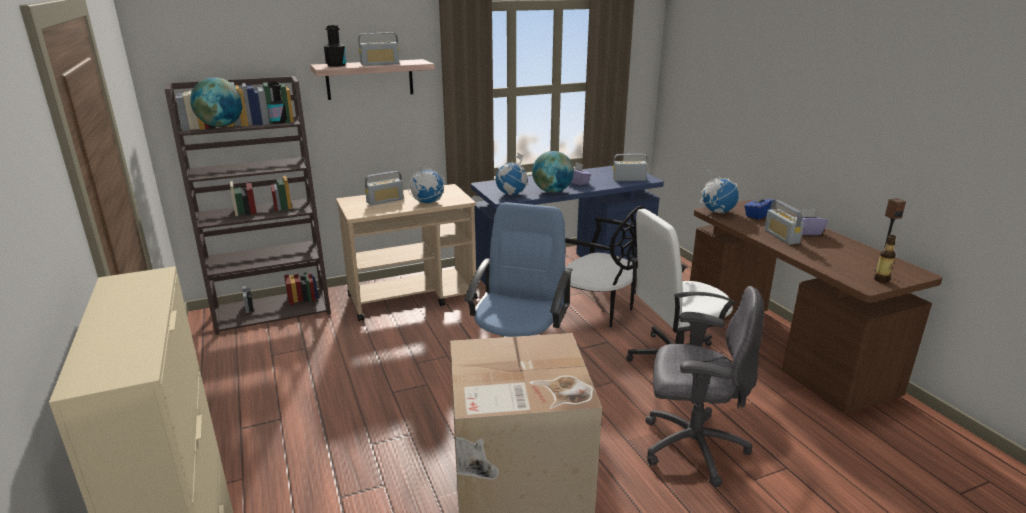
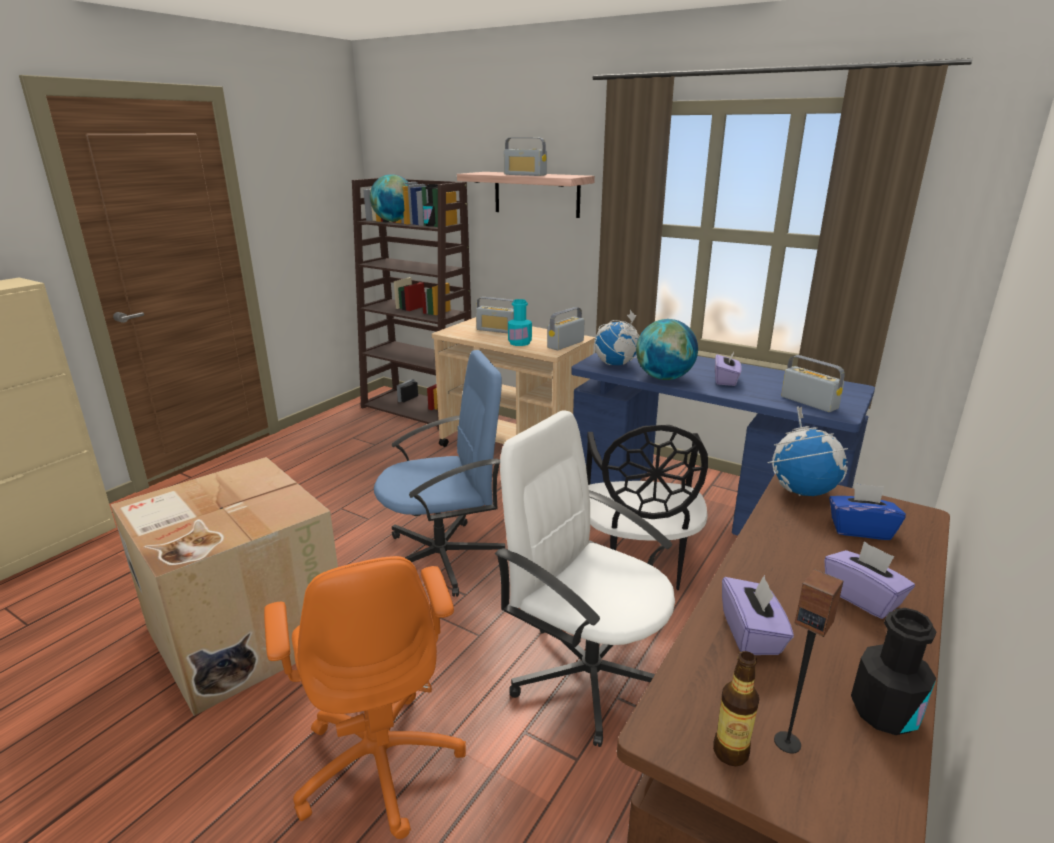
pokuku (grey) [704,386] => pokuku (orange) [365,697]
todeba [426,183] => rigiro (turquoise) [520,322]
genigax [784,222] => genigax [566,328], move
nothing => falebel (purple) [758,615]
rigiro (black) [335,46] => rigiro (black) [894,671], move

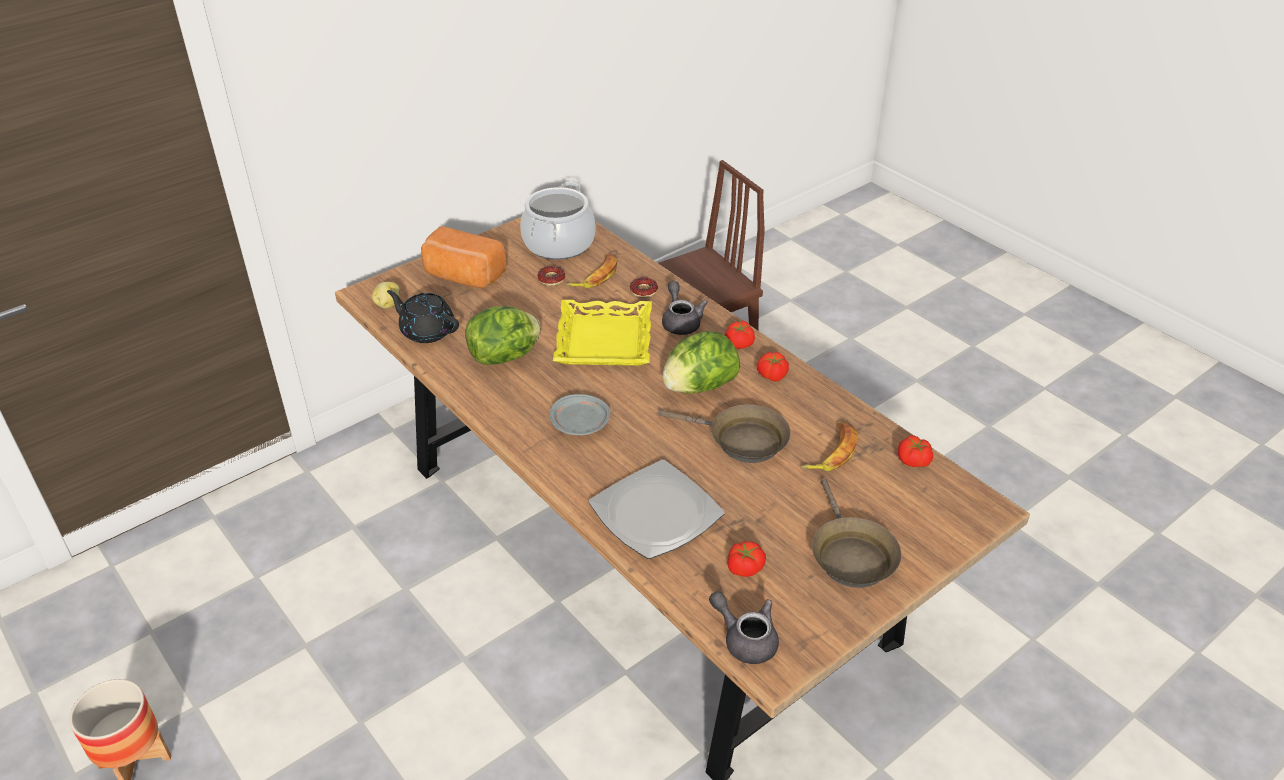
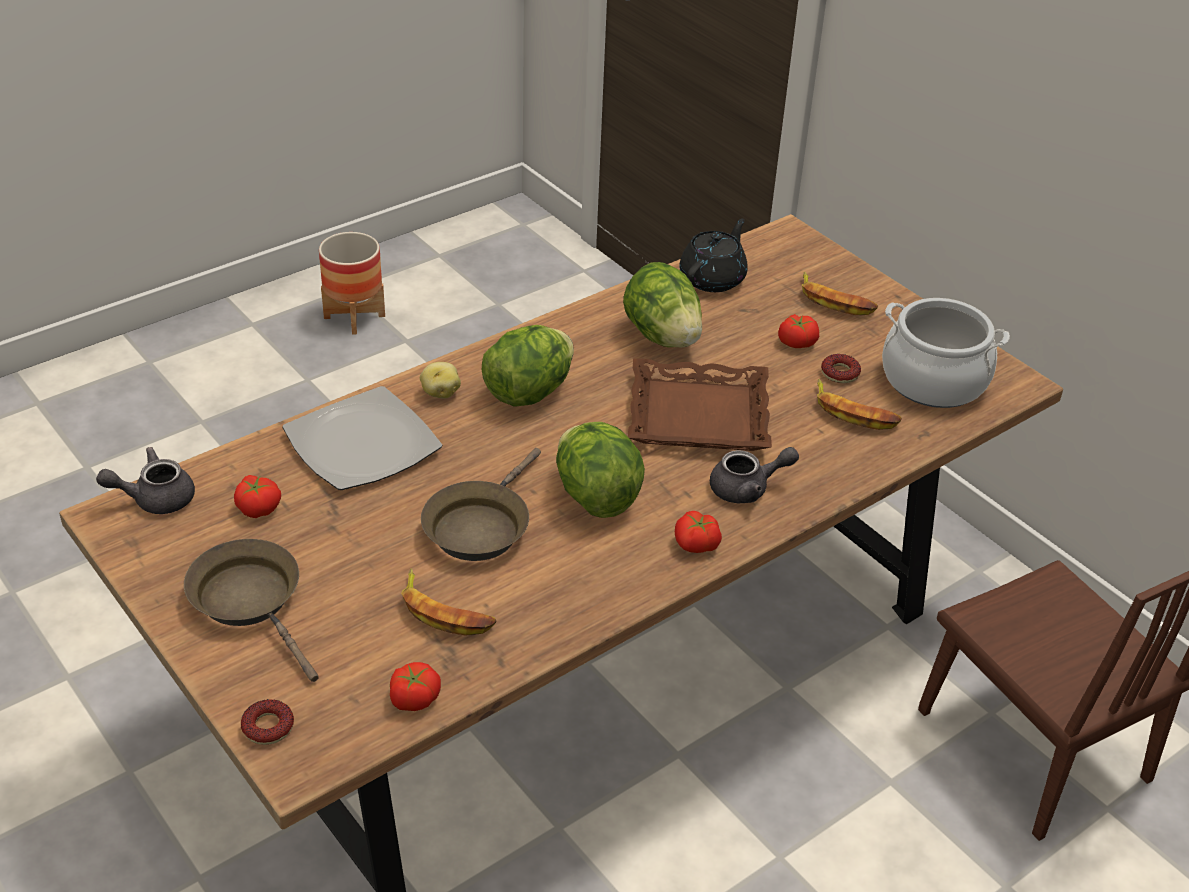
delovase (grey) [744,627] => delovase (grey) [145,480], 150 degrees counterclockwise
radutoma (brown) [857,533] => radutoma (brown) [251,610], 60 degrees clockwise
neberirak [644,287] => neberirak [267,722], move
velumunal [386,295] => velumunal [440,380], move
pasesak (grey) [580,414] => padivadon [528,366]
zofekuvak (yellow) [602,333] => zofekuvak (brown) [700,404]
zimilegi [773,367] => zimilegi [798,331], move
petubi [463,257] => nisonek [840,293]

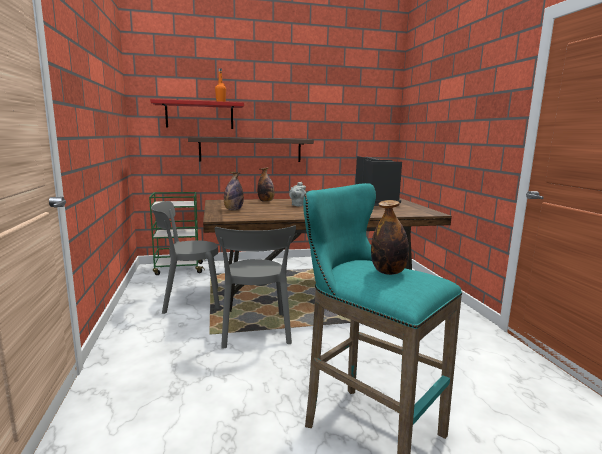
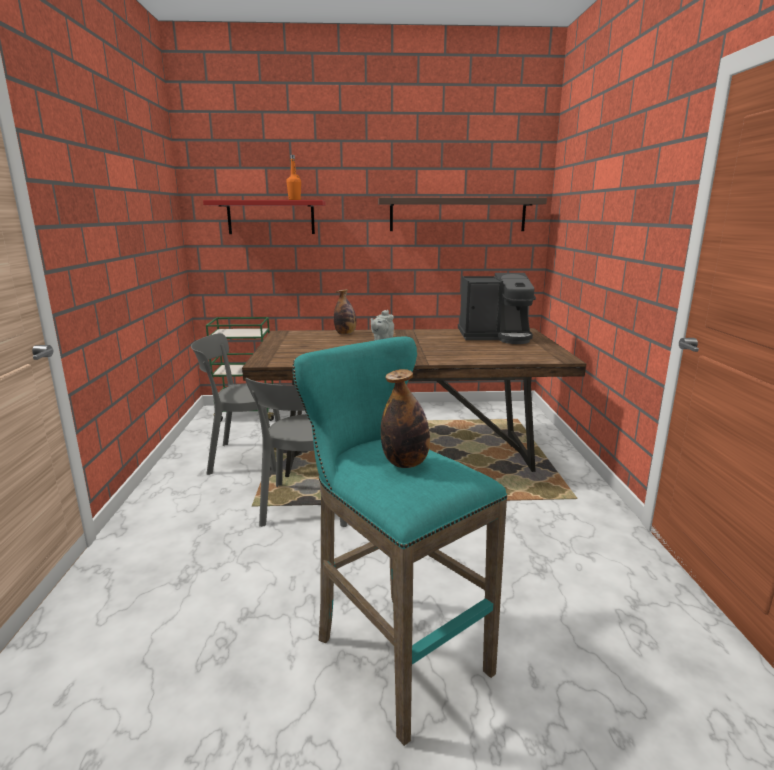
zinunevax [251,149] => zinunevax [462,214], move
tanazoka [378,181] => tanazoka [497,308], 90 degrees clockwise
rigiro [234,191] => nothing

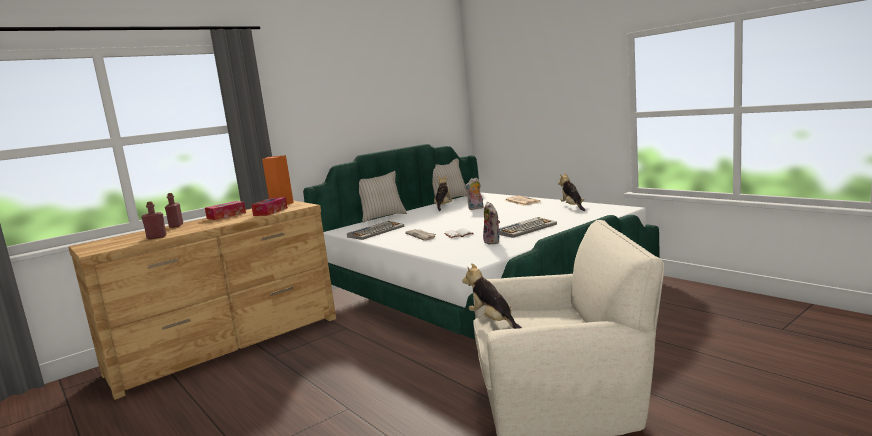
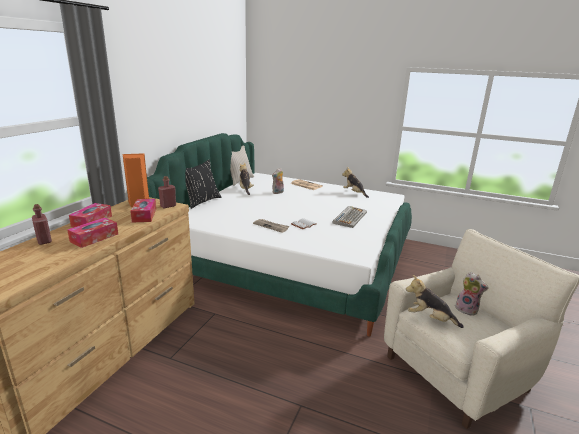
nothing => falebel [92,232]
rigiro (red) [154,220] => rigiro (red) [167,192], move
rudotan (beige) [383,196] => rudotan (black) [203,184]
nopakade [491,223] => nopakade [472,294], move
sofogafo [375,230] => nothing

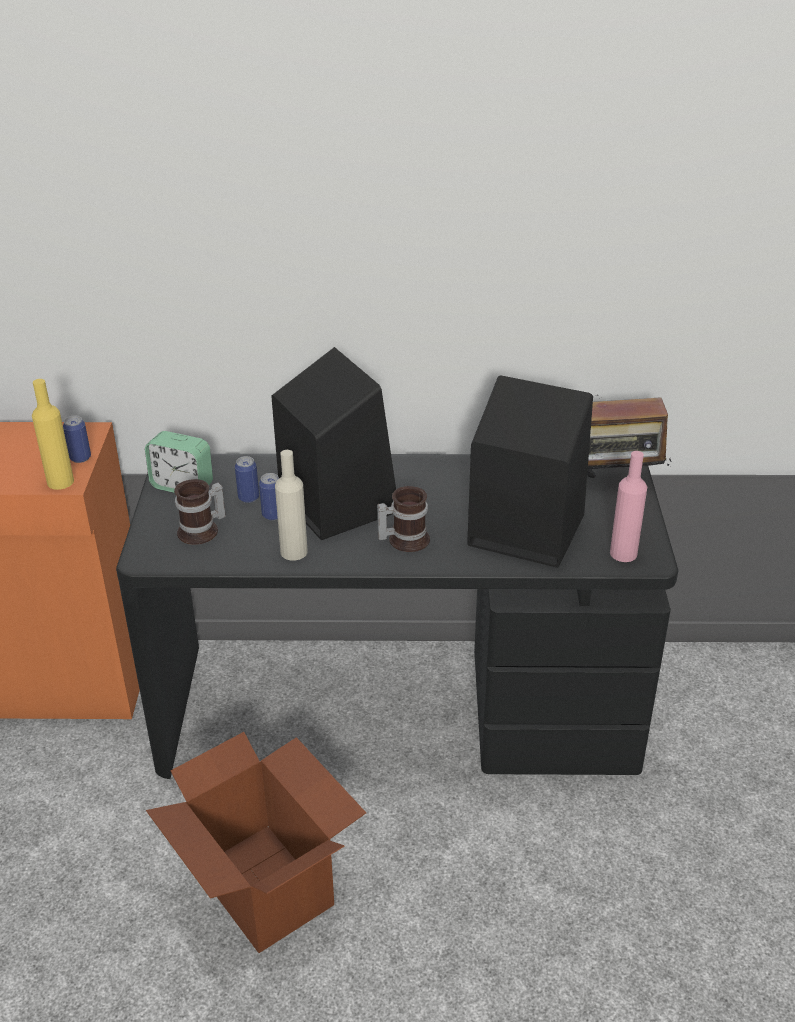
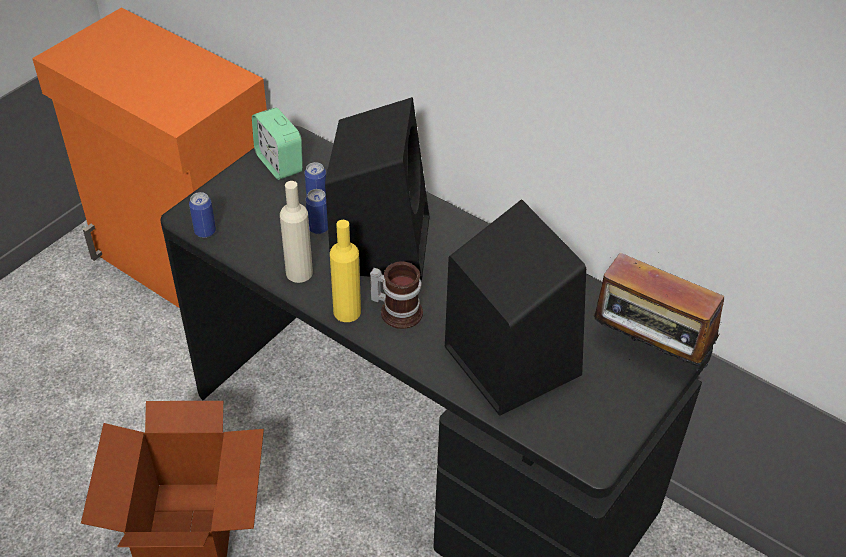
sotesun [77,439] => sotesun [202,215], move
rigiro (yellow) [53,434] => rigiro (yellow) [345,271], move
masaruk [200,512] => nothing
rigiro (pink) [628,506] => nothing

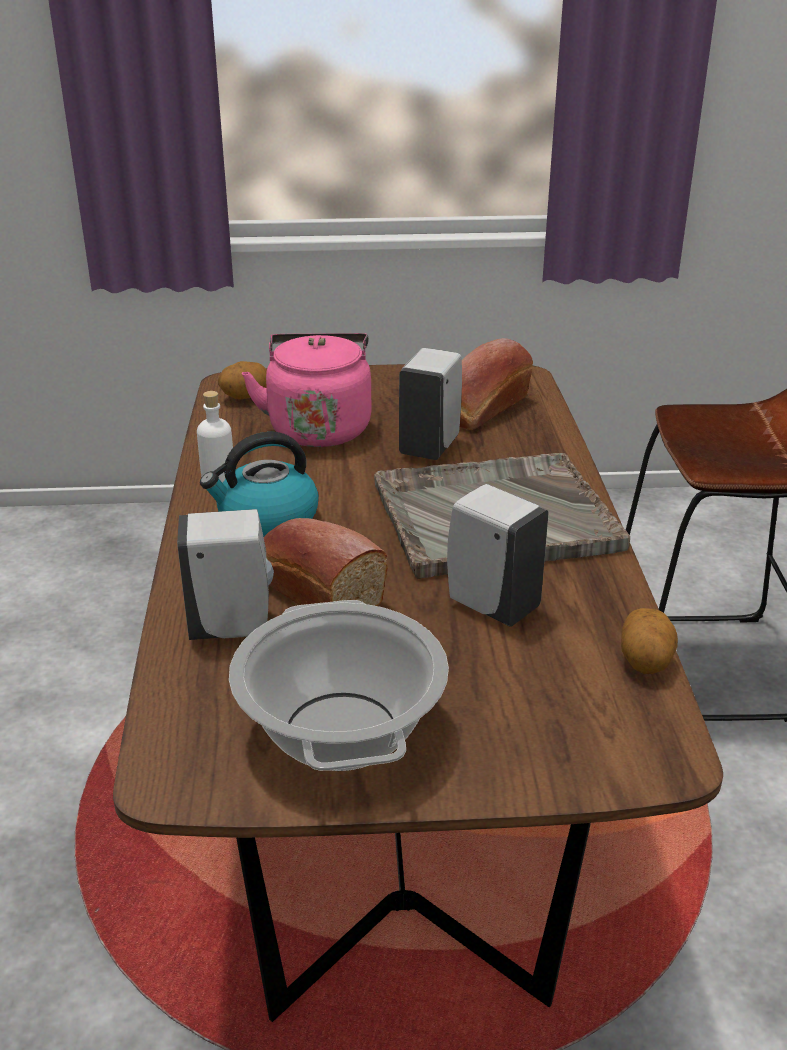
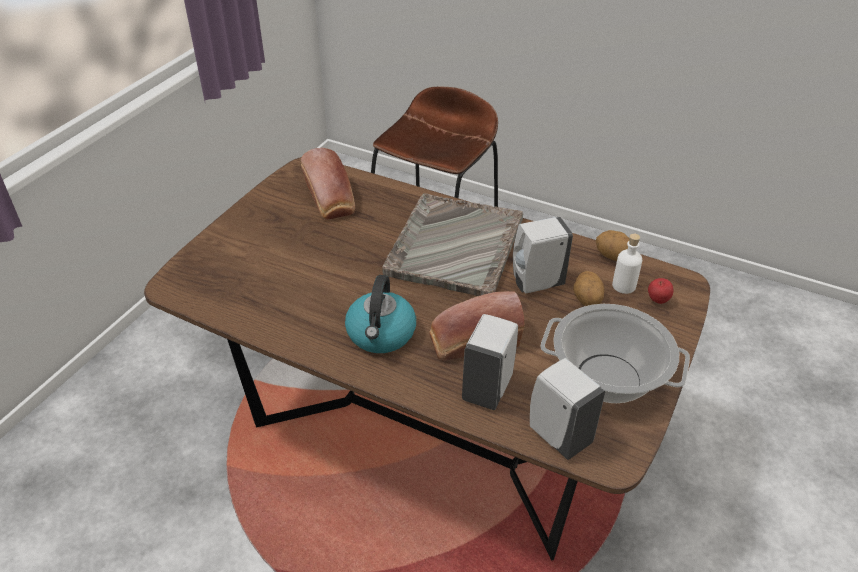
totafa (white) [430,404] => totafa (white) [567,409], move
velumunal [242,380] => velumunal [589,288], move
rigiro (white) [215,437] => rigiro (white) [627,263], move
nothing => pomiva [660,291]
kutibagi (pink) [306,390] => nothing

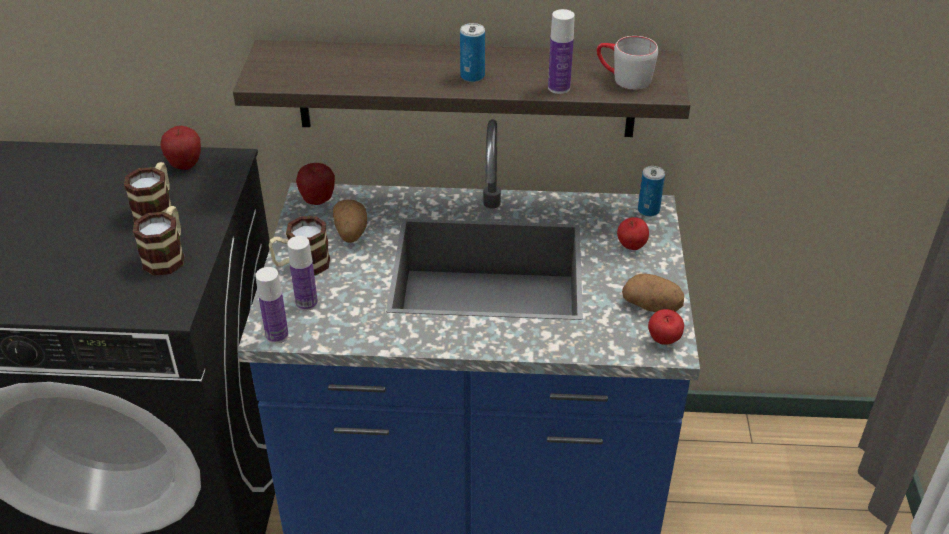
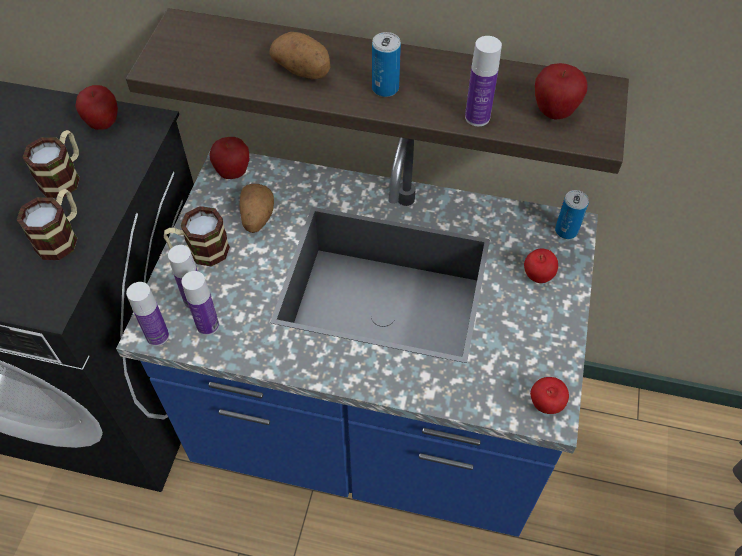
nothing => rigiro [200,303]
velumunal [653,293] => velumunal [299,55], move
masaruk (grey) [627,63] => pomiva [561,91]

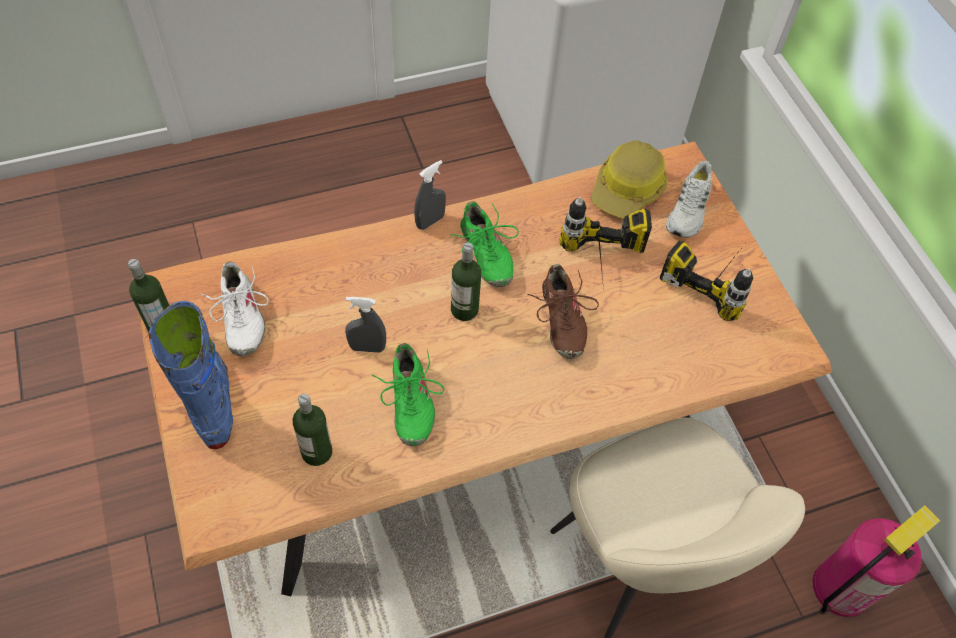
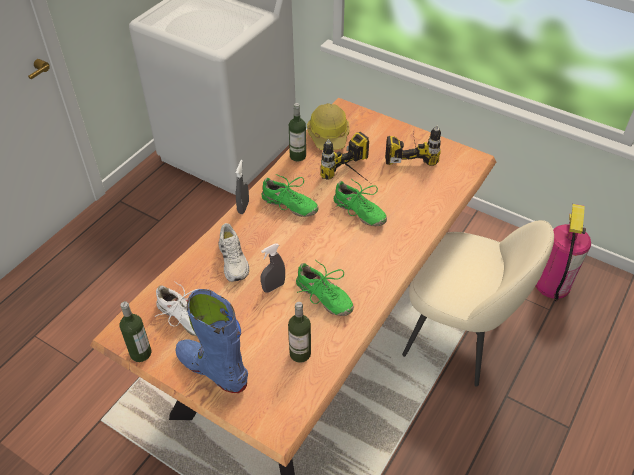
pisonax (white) [689,199] => pisonax (white) [233,252], move
rigiro [466,281] => rigiro [297,132], move
pisonax (brown) [563,311] => pisonax (green) [360,202]

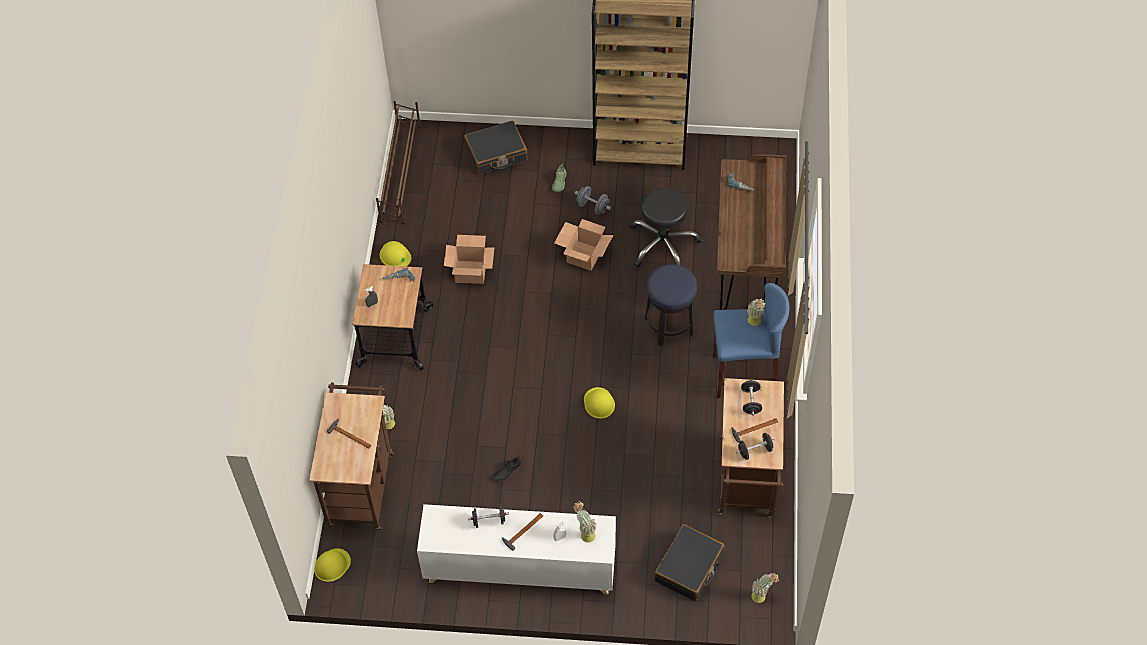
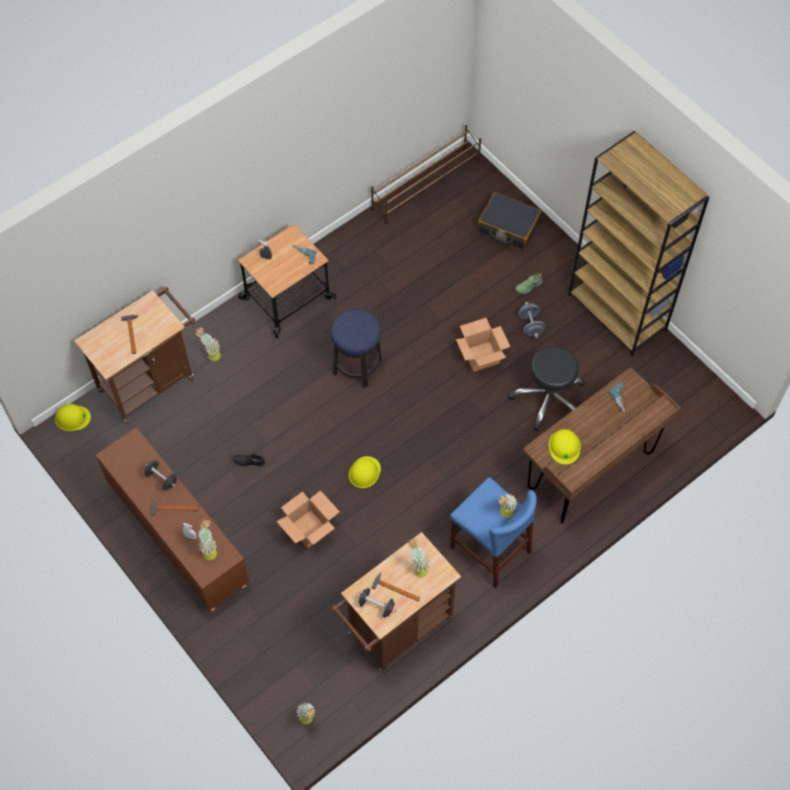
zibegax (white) [516,549] => zibegax (brown) [172,519]
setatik [469,259] => setatik [308,519], move
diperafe [671,305] => diperafe [356,348], move
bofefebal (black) [751,397] => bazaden [419,558]
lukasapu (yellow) [395,254] => lukasapu (yellow) [565,447], move
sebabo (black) [689,562] => nothing

